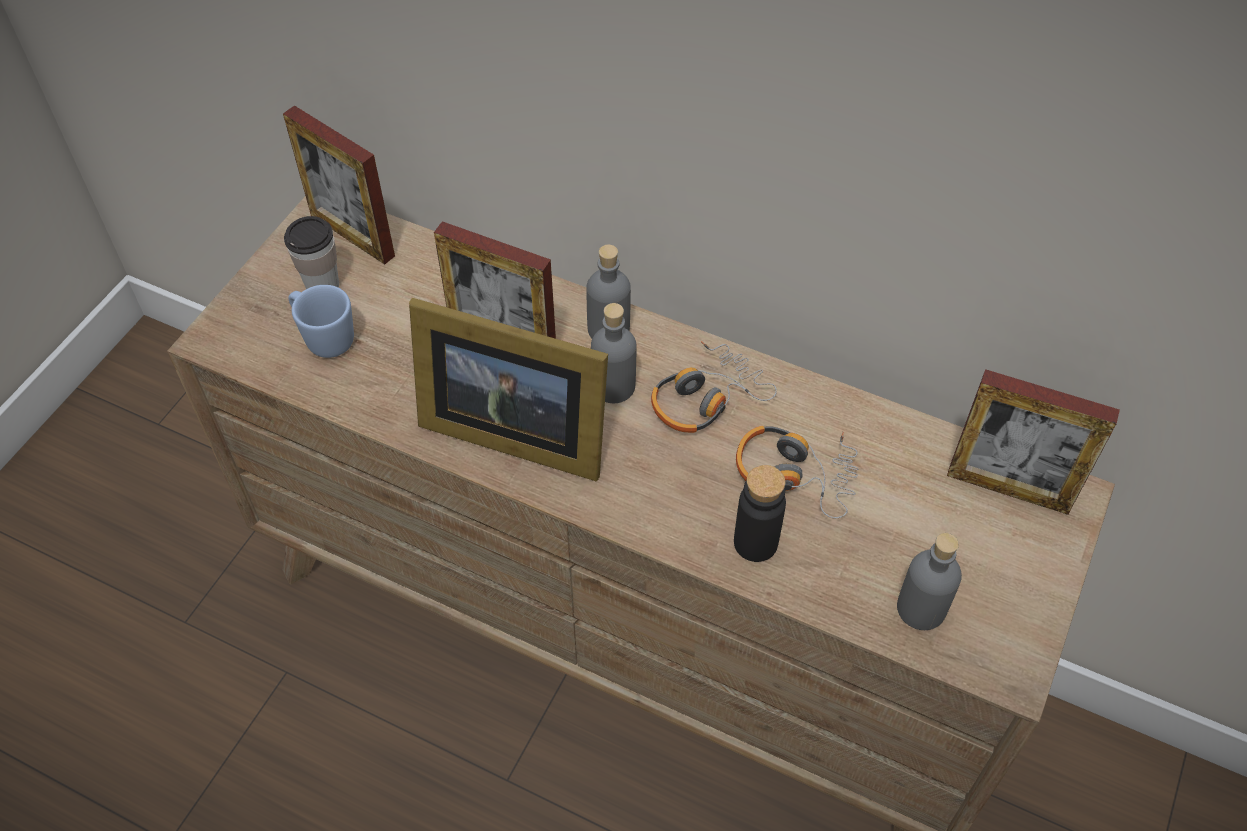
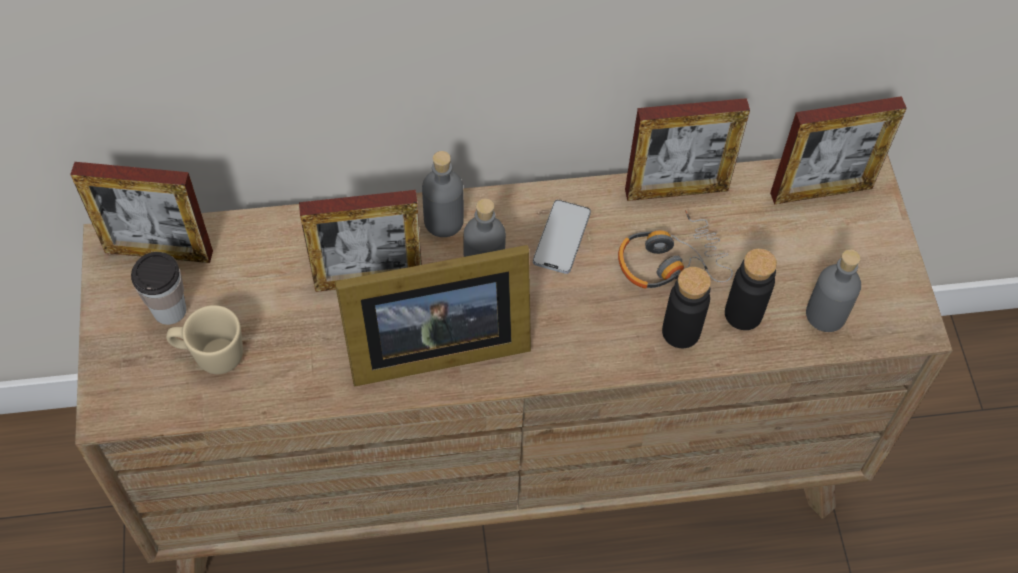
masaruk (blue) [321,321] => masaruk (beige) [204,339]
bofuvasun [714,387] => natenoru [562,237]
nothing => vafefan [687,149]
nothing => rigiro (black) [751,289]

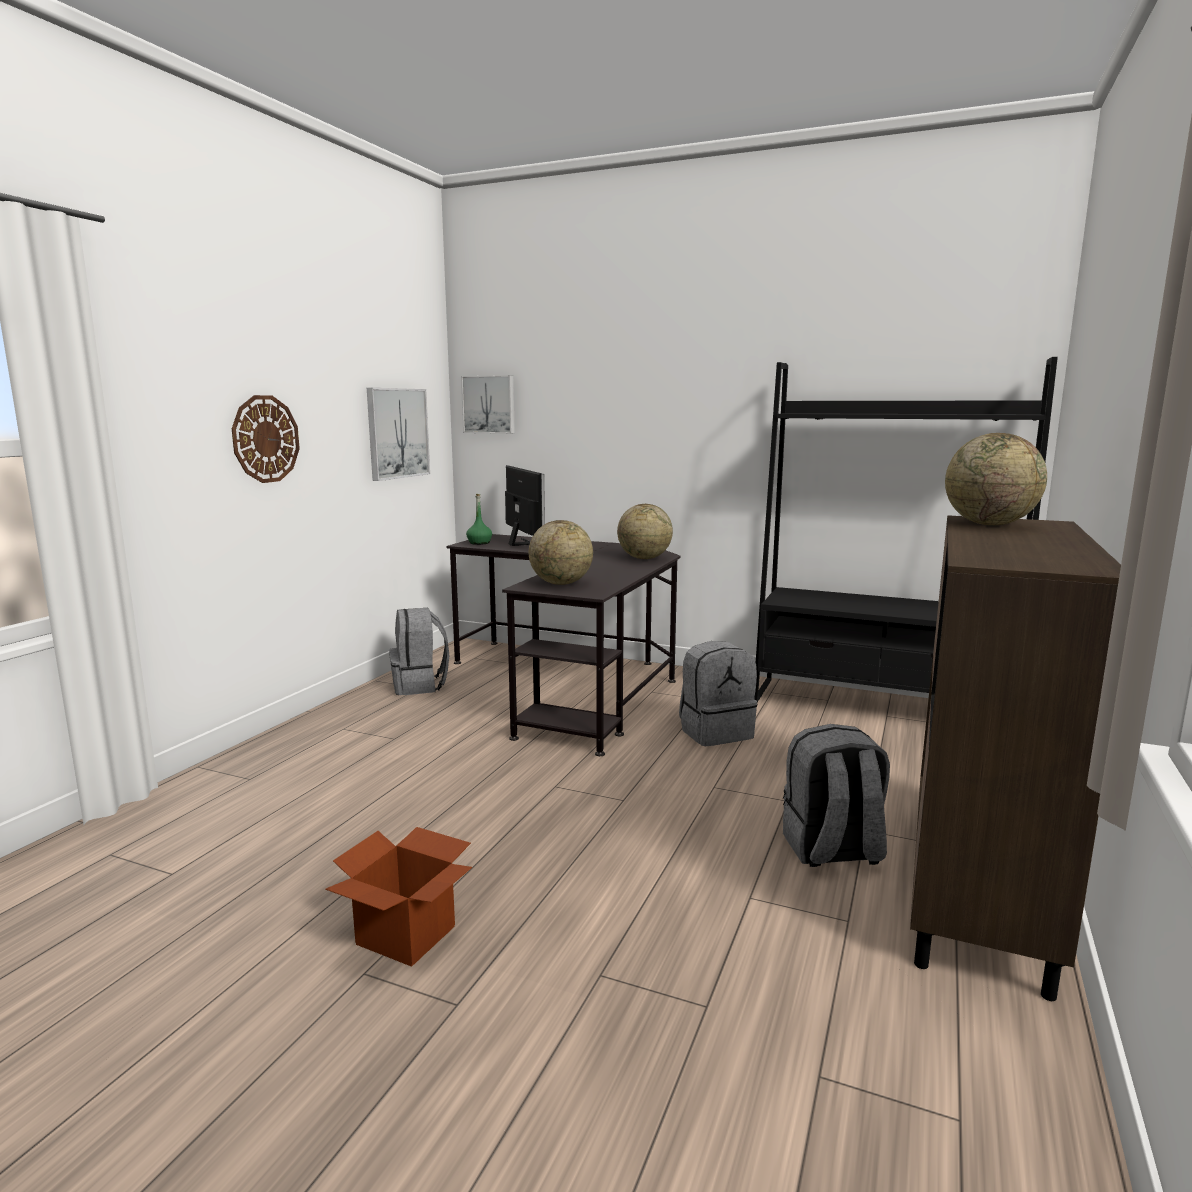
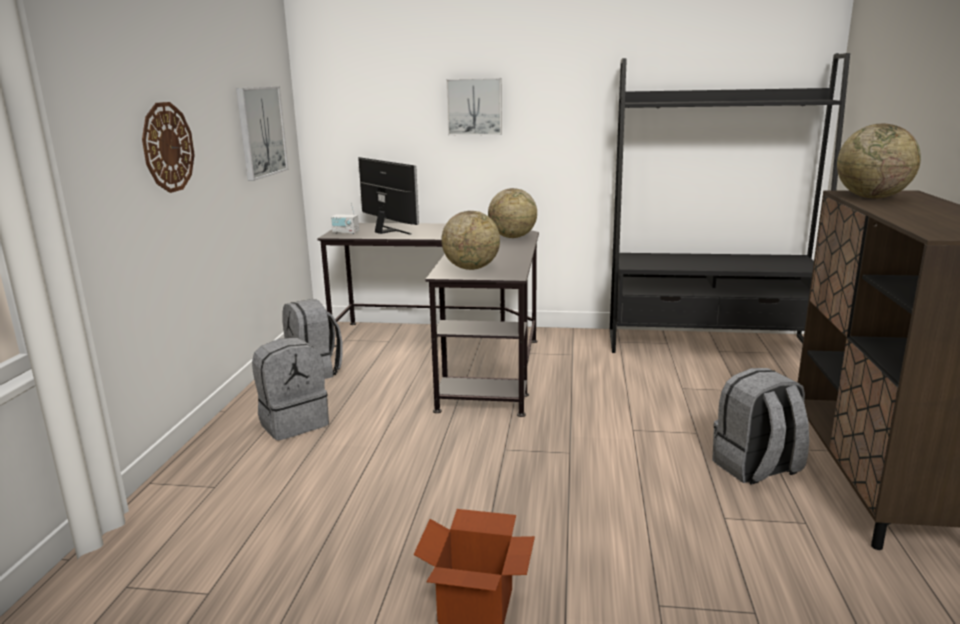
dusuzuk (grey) [718,693] => dusuzuk (grey) [290,389], move
rigiro (green) [479,519] => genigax [345,218]
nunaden [488,404] => nunaden [474,106], move

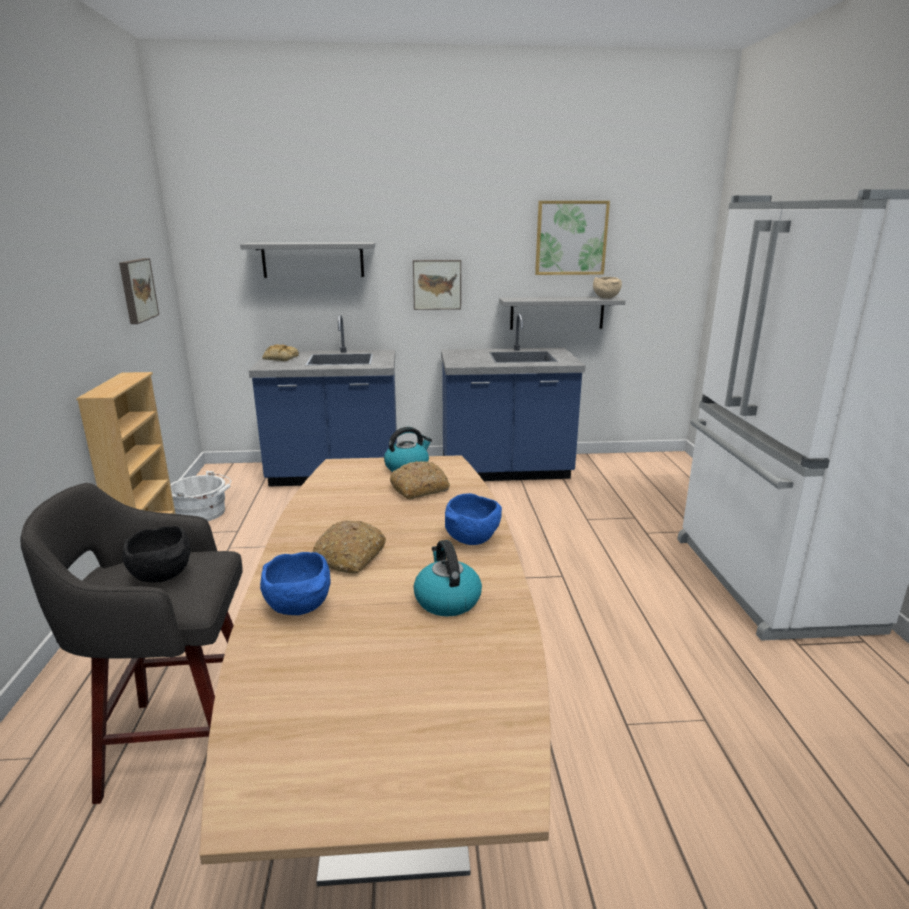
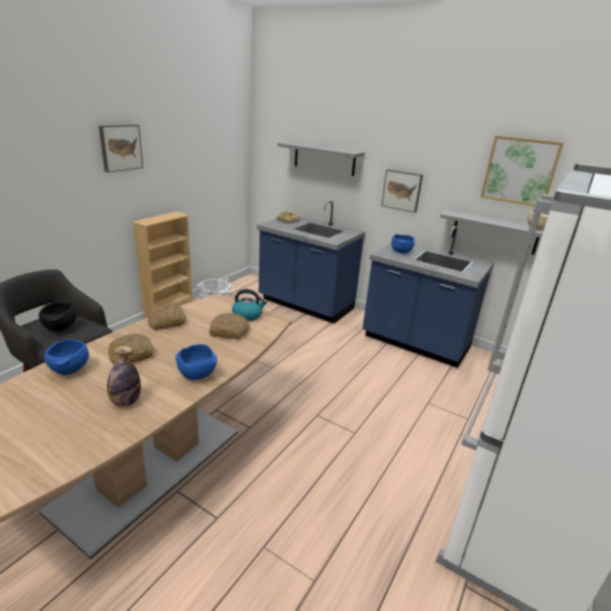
nunaden [139,291] => nunaden [121,148], move
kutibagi [448,578] => rigiro [124,376]
nothing => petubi [167,316]
nothing => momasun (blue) [403,243]

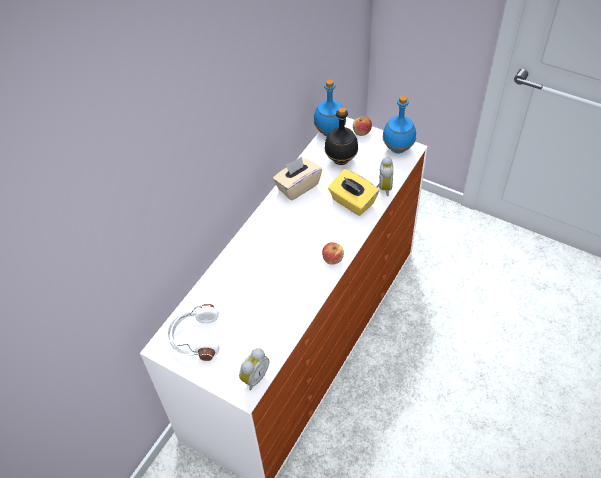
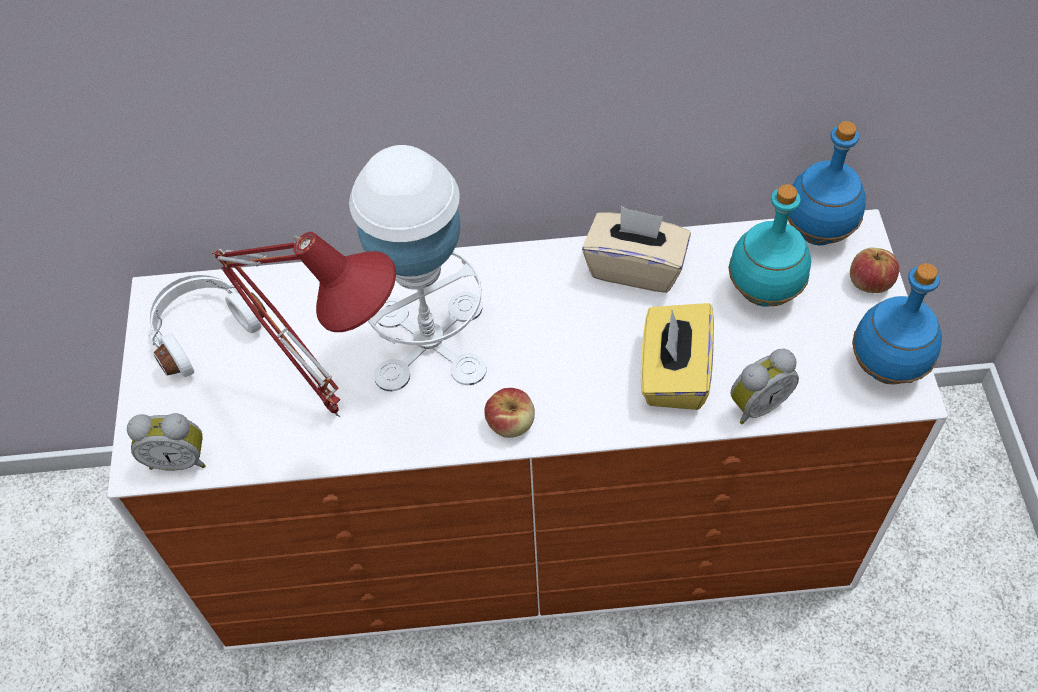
nothing => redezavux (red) [304,324]
nothing => redezavux (white) [418,268]
rigiro (black) [341,136] => rigiro (turquoise) [769,245]

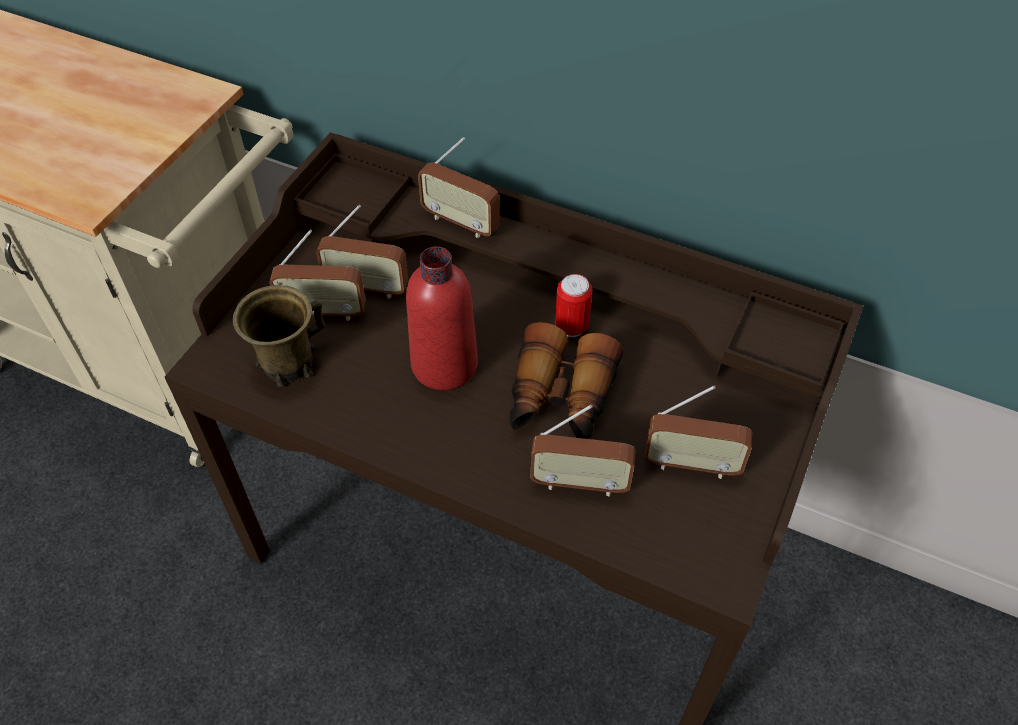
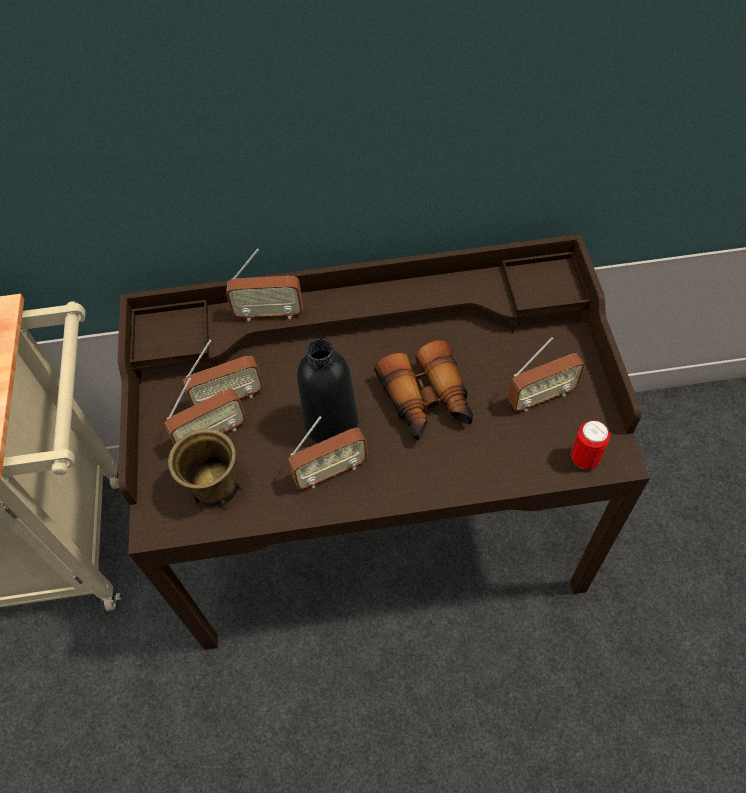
genigax [583,451] => genigax [328,453], move
rigiro (red) [442,318] => rigiro (black) [327,391]
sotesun [574,305] => sotesun [590,444], move

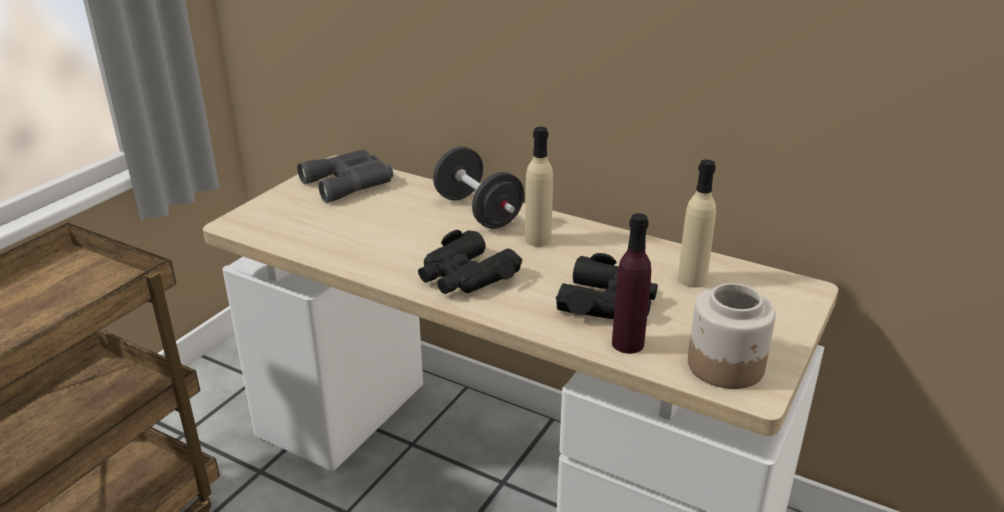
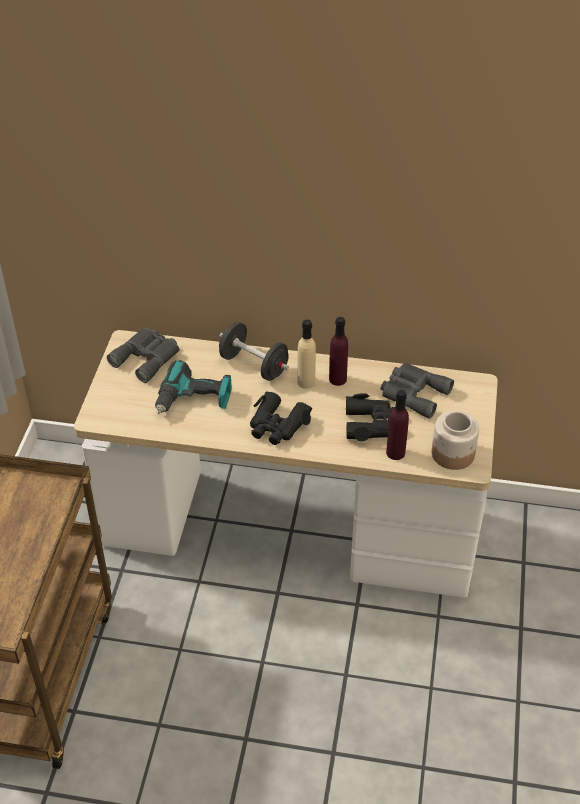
nothing => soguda [193,387]
nothing => rigiro (purple) [338,351]
rigiro (beige) [697,224] => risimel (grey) [417,390]

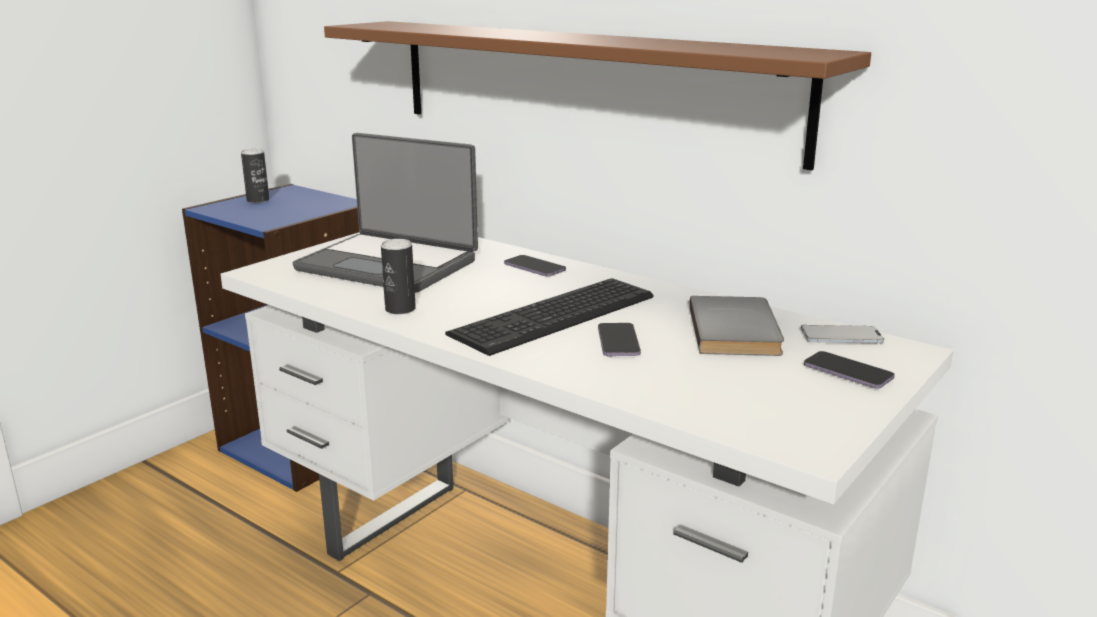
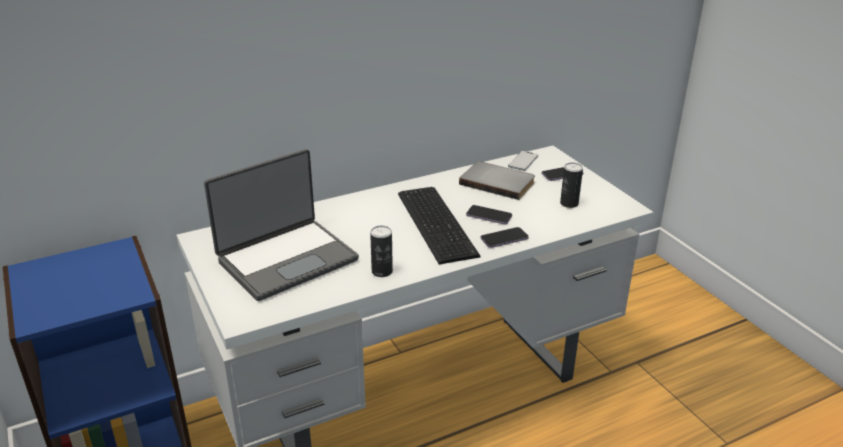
natenoru [535,266] => natenoru [505,237], move
sotesun [255,176] => sotesun [571,185], move
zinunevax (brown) [597,95] => nothing

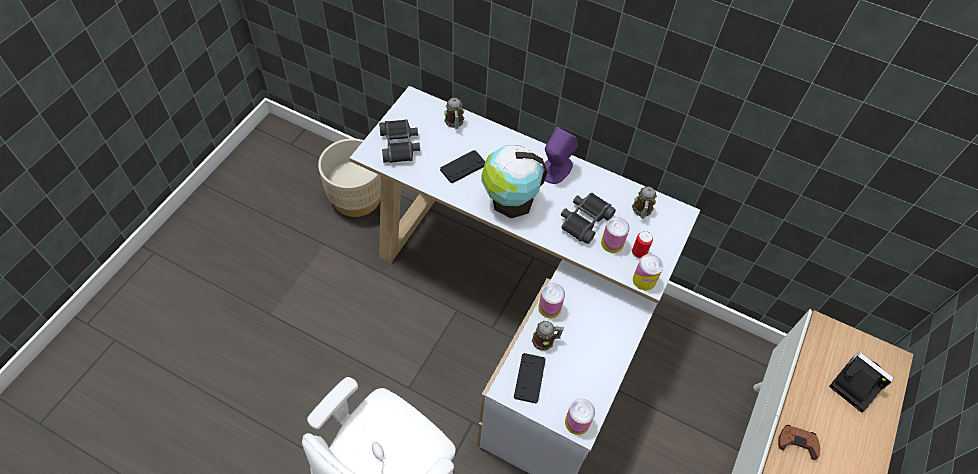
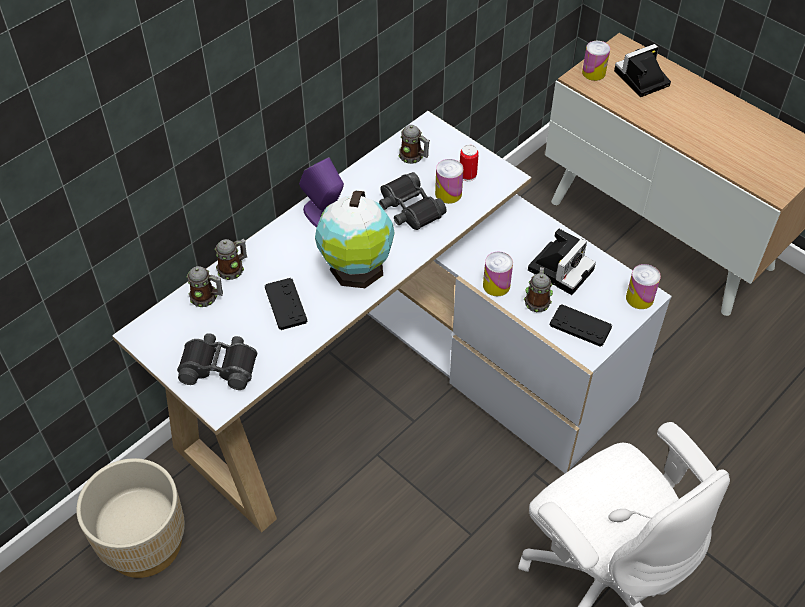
nothing => masaruk [231,259]
nothing => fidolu [562,262]
sotesun [648,272] => sotesun [596,61], move
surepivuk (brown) [799,442] => nothing

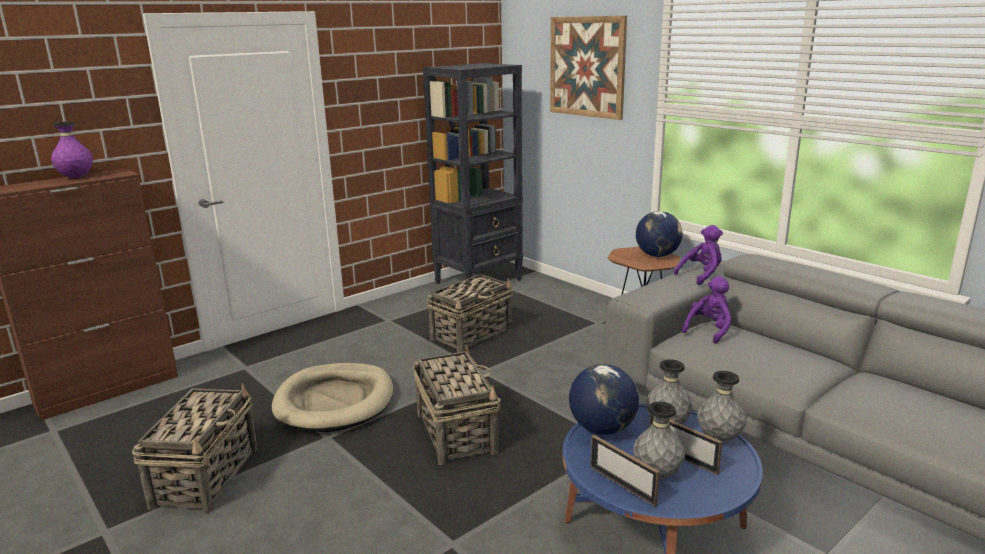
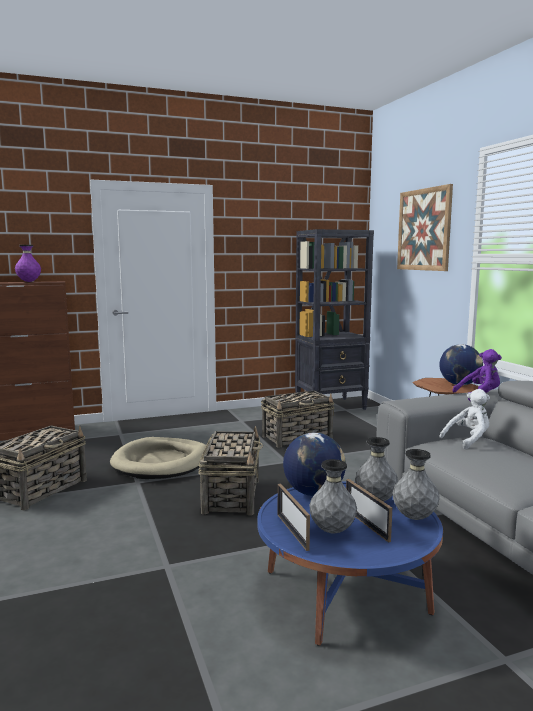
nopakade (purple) [707,310] => nopakade (white) [464,419]

